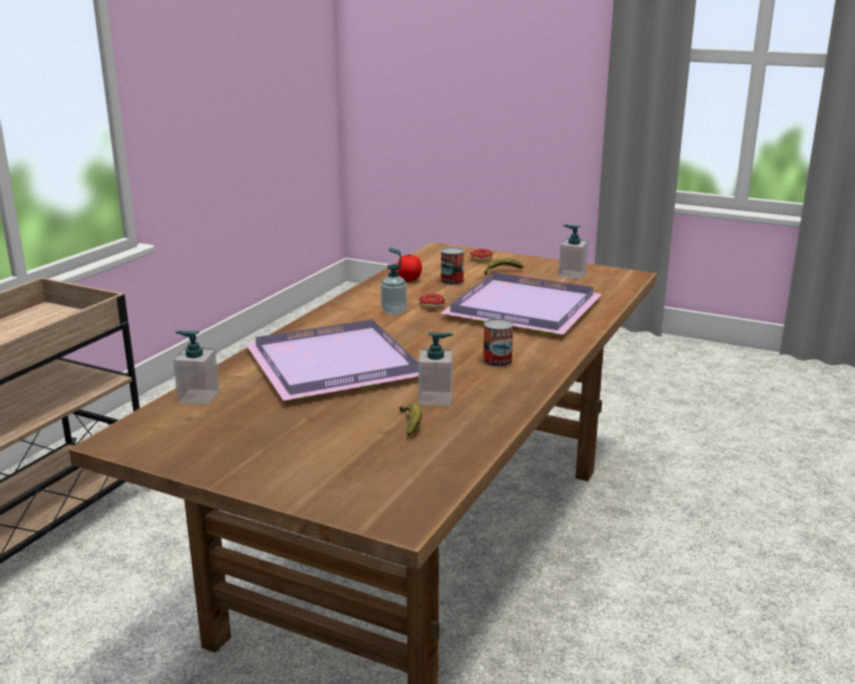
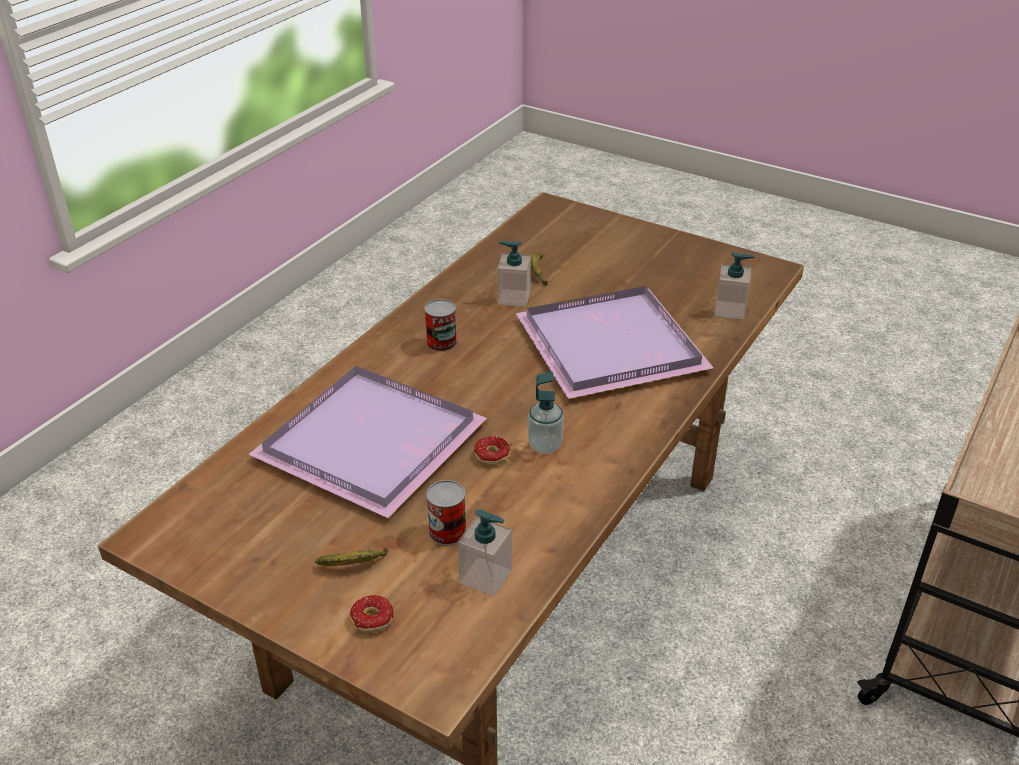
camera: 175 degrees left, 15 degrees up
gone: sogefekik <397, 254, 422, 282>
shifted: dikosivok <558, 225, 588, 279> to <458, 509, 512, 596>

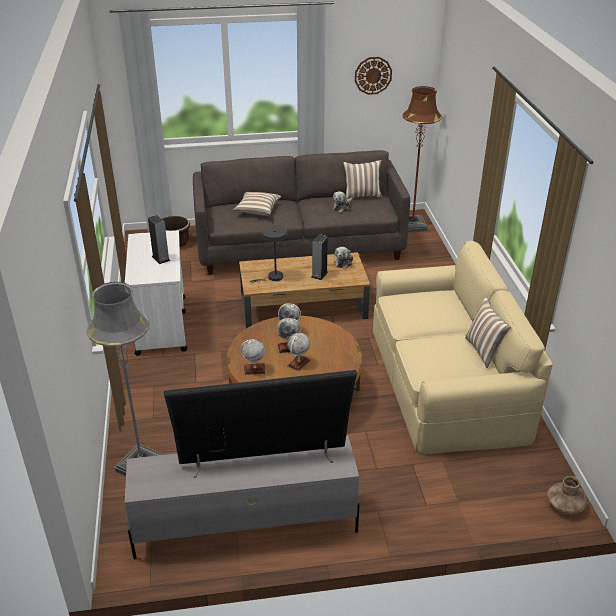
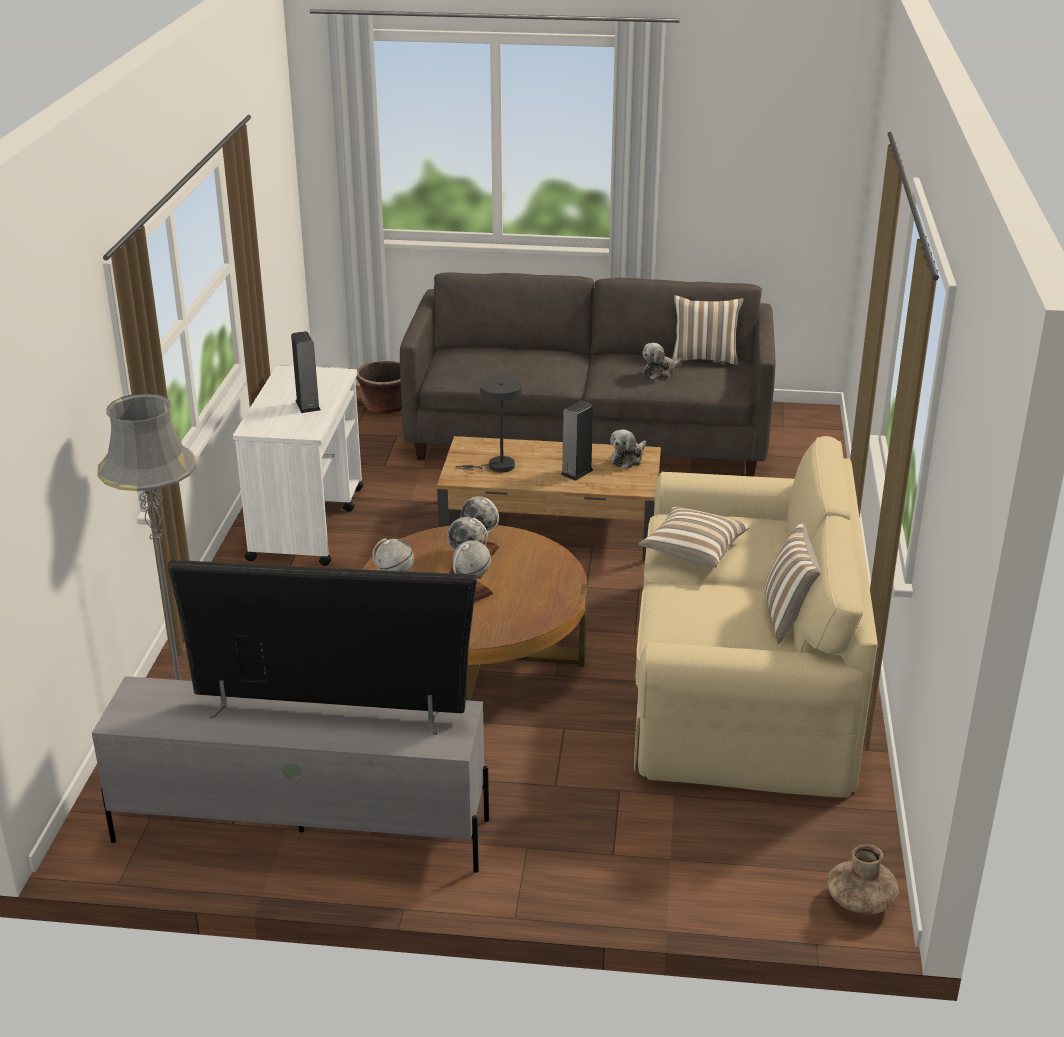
camera: 15 degrees right, 5 degrees down
gone: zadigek <355, 57, 392, 95>; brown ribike <403, 86, 442, 233>
shifted: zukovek <233, 192, 281, 216> to <639, 507, 749, 567>

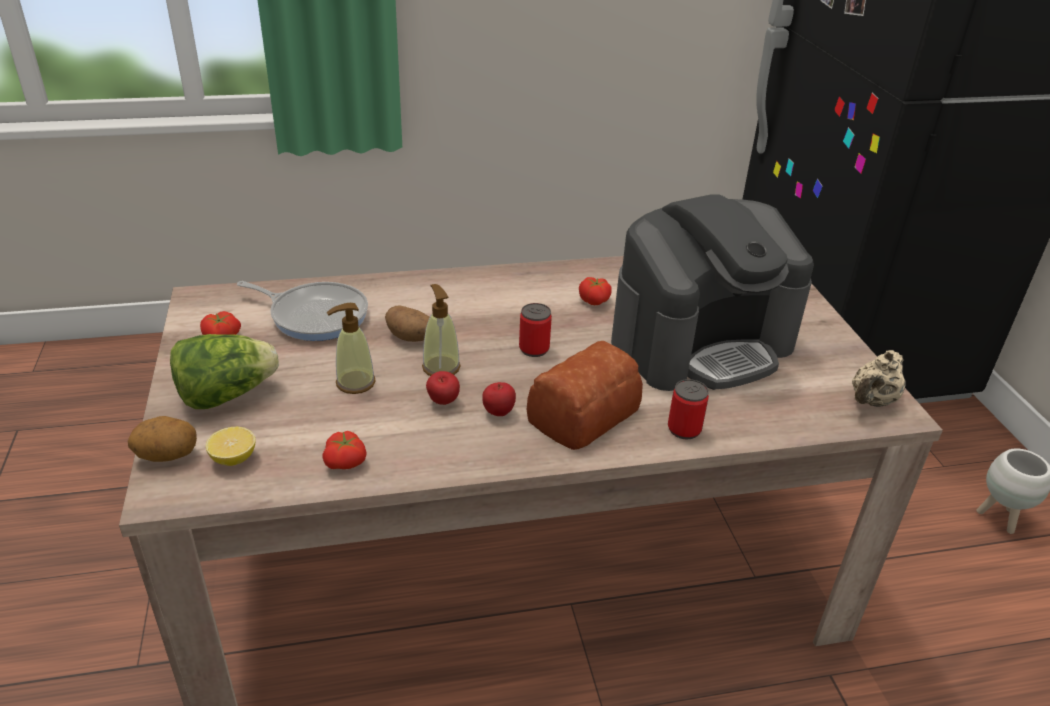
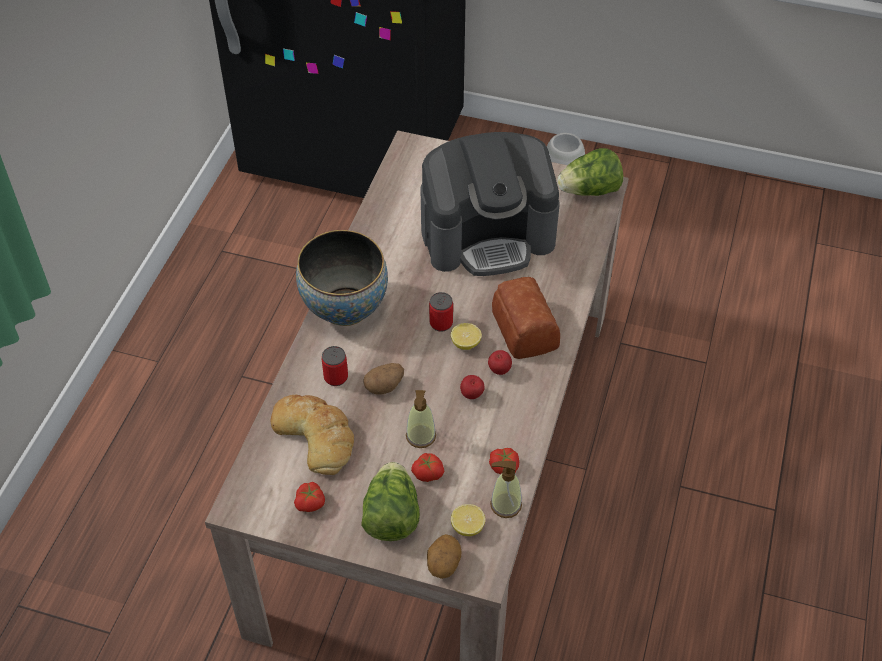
camera: 60 degrees left, 15 degrees up
new: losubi <296, 230, 388, 326>; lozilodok <451, 323, 482, 350>
shifted: sogefekik <579, 277, 612, 305> to <411, 453, 444, 482>; dikosivok <422, 284, 460, 376> to <490, 461, 522, 518>; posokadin <668, 379, 709, 439> to <322, 346, 348, 386>
swapped: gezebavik <237, 281, 368, 341> to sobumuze <271, 395, 354, 475>; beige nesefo <852, 350, 905, 407> to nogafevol <557, 148, 623, 196>
rotated: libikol <611, 195, 814, 391> = <420, 132, 560, 276> 75 degrees clockwise

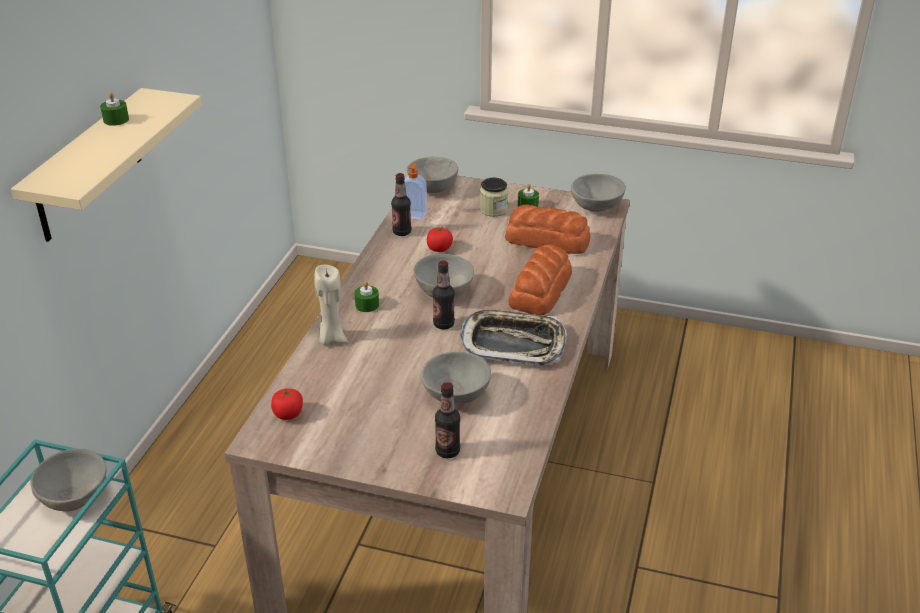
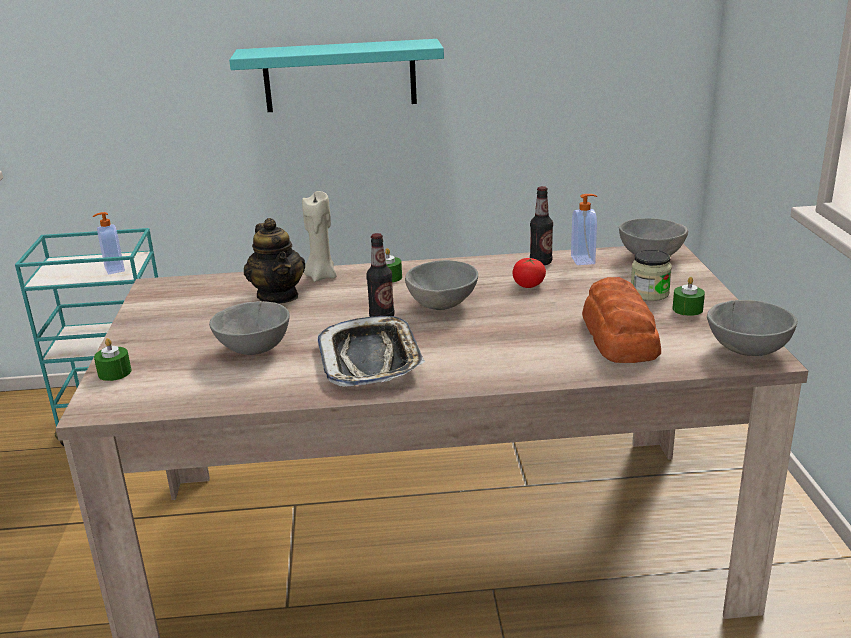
camera: 70 degrees right, 10 degrees down
gone: sobumuze <508, 245, 572, 315>; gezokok <435, 382, 460, 458>; sogefekik <271, 388, 303, 420>
new: nesefo <244, 218, 305, 303>
shifted: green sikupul <100, 92, 129, 126> to <94, 338, 132, 381>
swapped: grey losubi <30, 449, 106, 511> to dikosivok <93, 212, 125, 275>
repainted: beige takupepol <11, 88, 202, 242> to turquoise takupepol <229, 39, 444, 112>

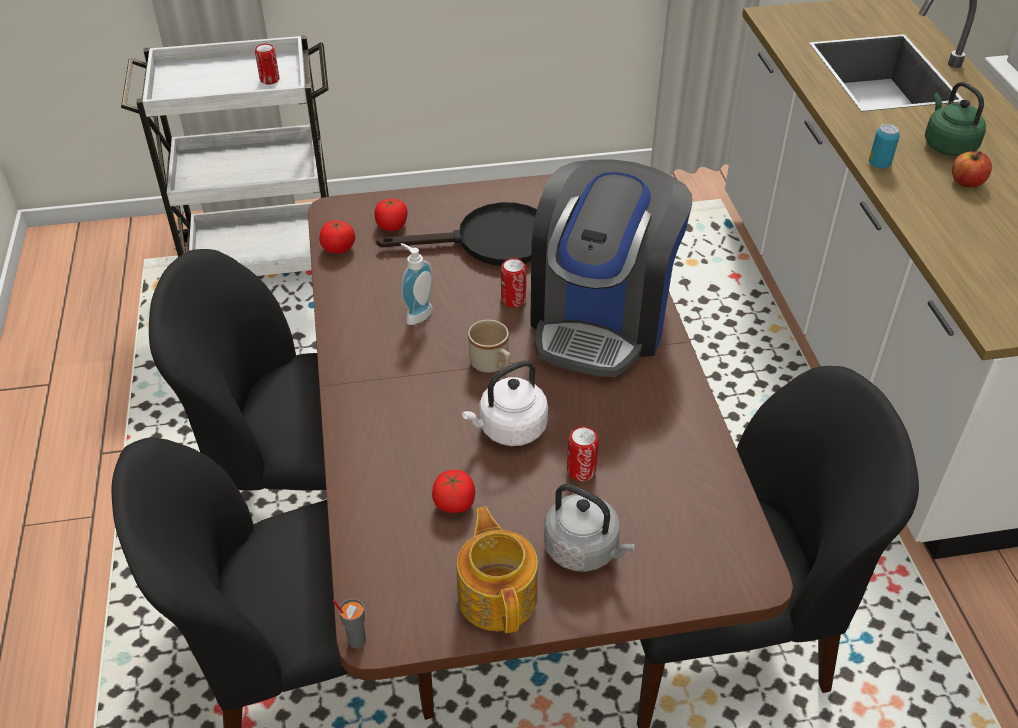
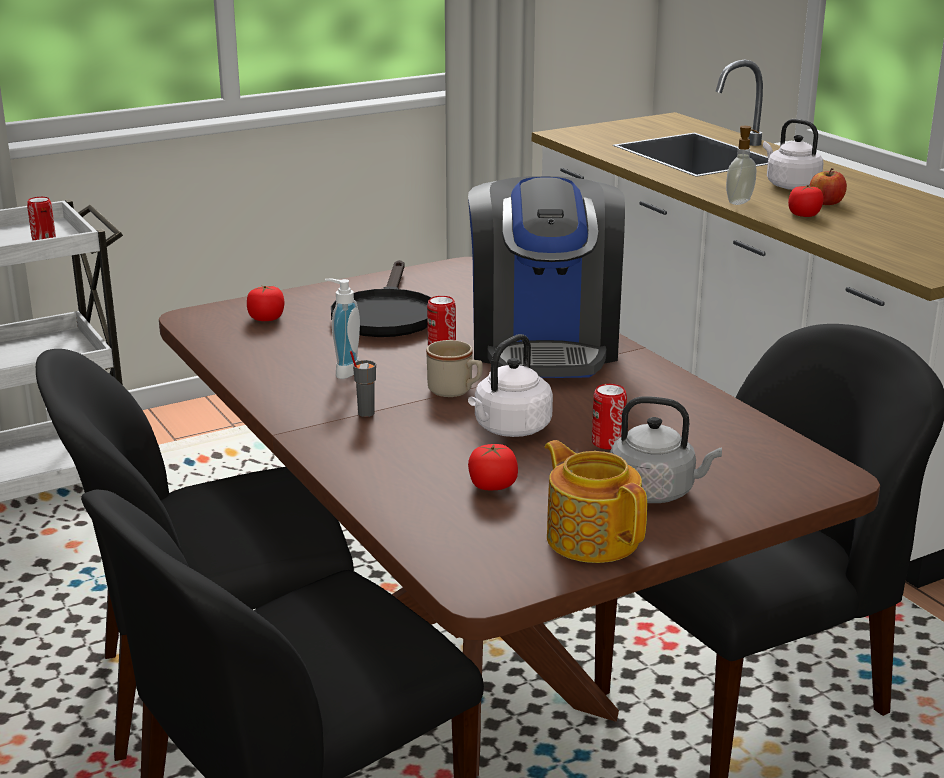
camera: 20 degrees left, 20 degrees down
shifted: sogefekik <319, 220, 355, 254> to <788, 185, 824, 217>; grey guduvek <333, 599, 366, 649> to <350, 351, 376, 417>
swapped: posokadin <869, 124, 900, 168> to dikosivok <726, 126, 759, 205>
repainted: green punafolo <925, 82, 986, 156> to white punafolo <763, 119, 824, 190>
rotated: black gezebavik <376, 202, 537, 266> = <331, 260, 431, 337> 120 degrees clockwise

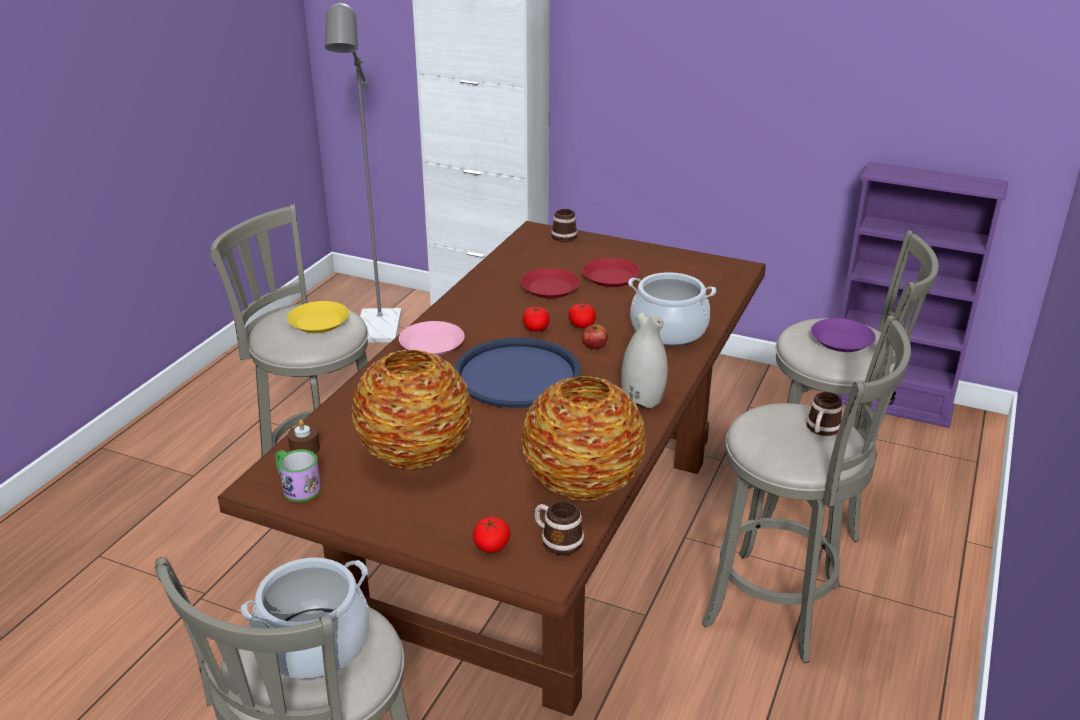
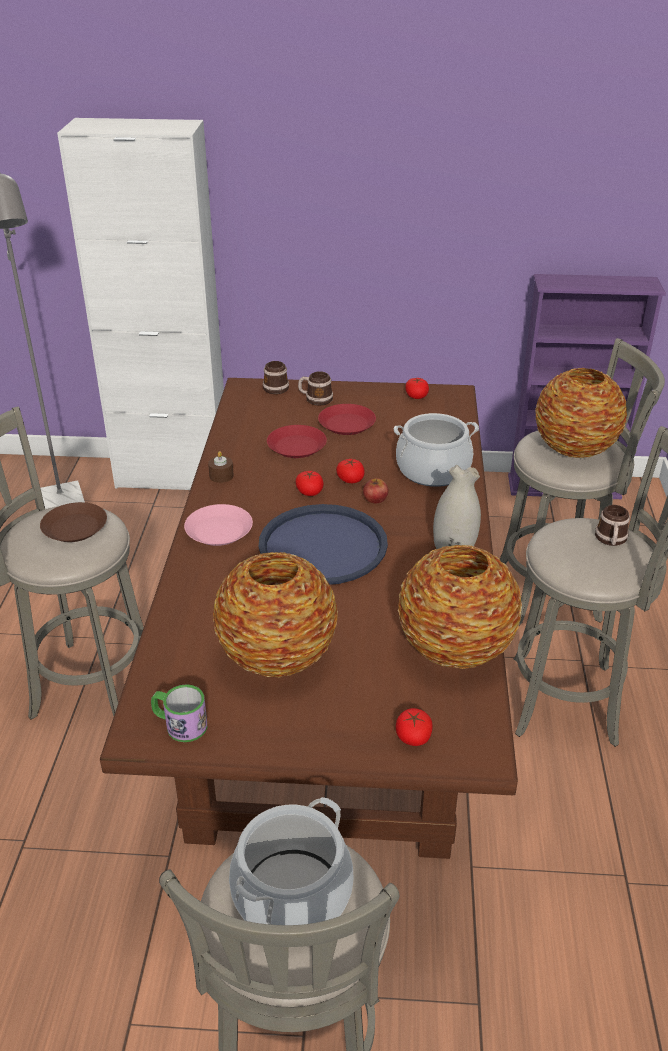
camera: 20 degrees left, 5 degrees up
new: sogefekik <405, 378, 429, 399>
shifted: brown sikupul <288, 420, 320, 454> to <208, 451, 234, 483>; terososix <535, 501, 584, 555> to <298, 371, 333, 406>
swapped: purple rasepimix <811, 318, 876, 352> to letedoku <535, 368, 627, 458>
repainted: yellow rasepimix <287, 301, 349, 333> to brown rasepimix <40, 502, 107, 542>

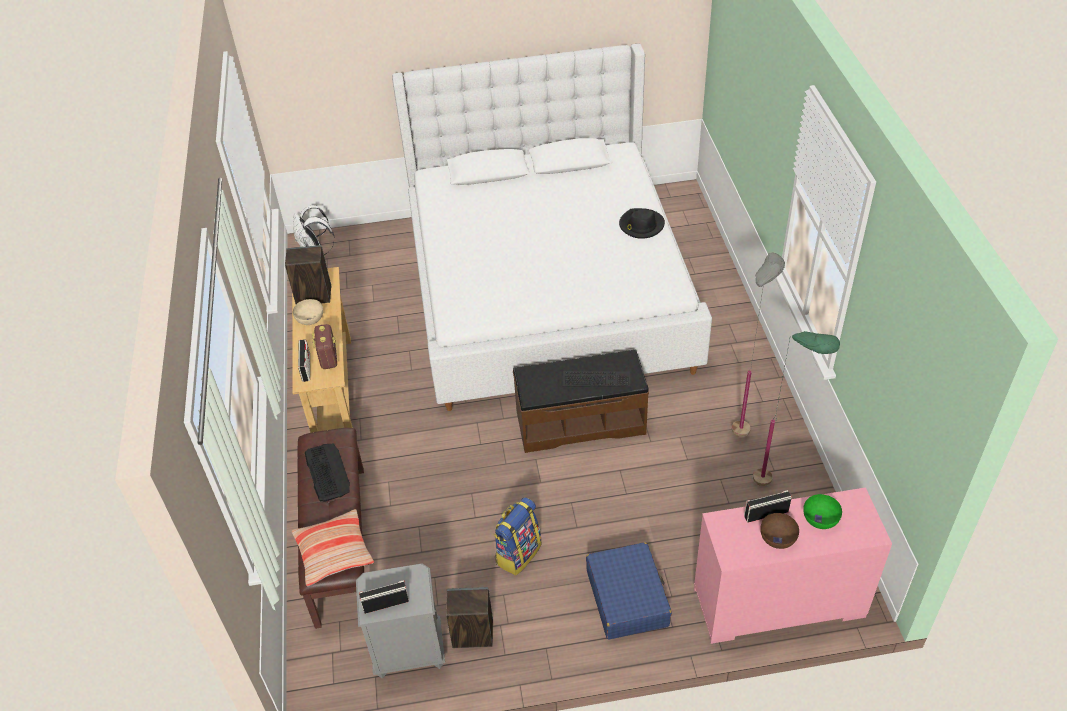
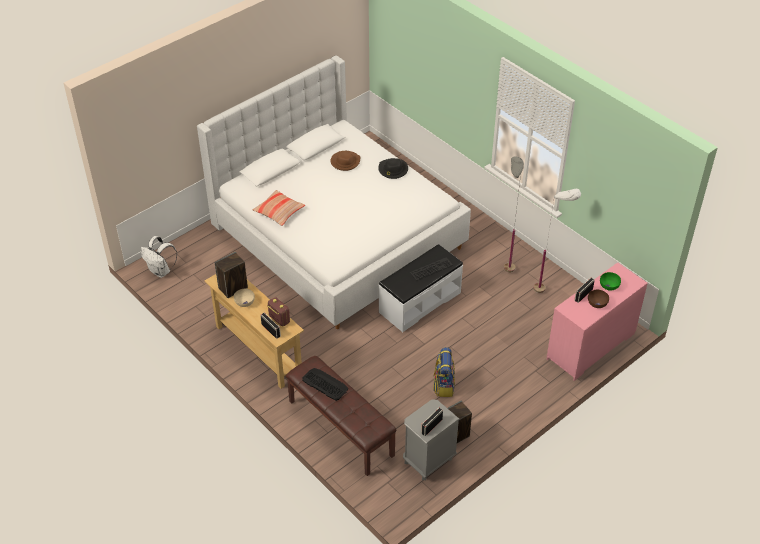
camera: 35 degrees left, 0 degrees up
gone: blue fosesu <586, 542, 672, 640>
new: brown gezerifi <330, 151, 360, 171>
shifted: zukovek <292, 509, 374, 586> to <253, 190, 305, 226>
repainted: green ribike <753, 331, 840, 486> to white ribike <533, 189, 581, 293>; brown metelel <513, 350, 649, 453> to white metelel <379, 244, 463, 332>

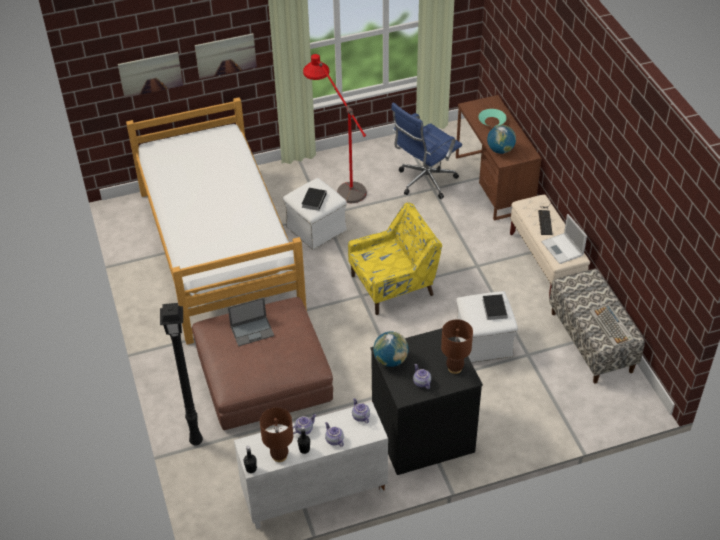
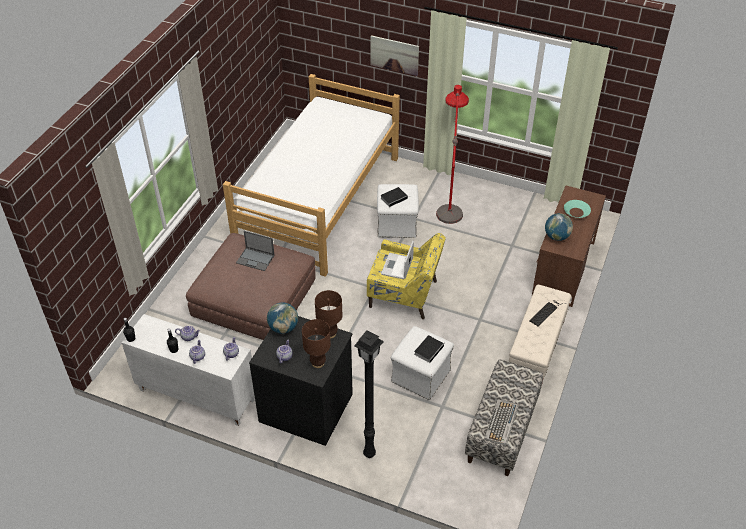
camera: 40 degrees right, 0 degrees up
gone: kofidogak <118, 52, 183, 98>; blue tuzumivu <391, 102, 462, 199>
shifted: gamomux <541, 214, 587, 264> to <381, 241, 414, 279>; black ribike <160, 303, 203, 446> to <354, 330, 384, 458>; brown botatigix <260, 408, 293, 462> to <315, 290, 343, 339>

